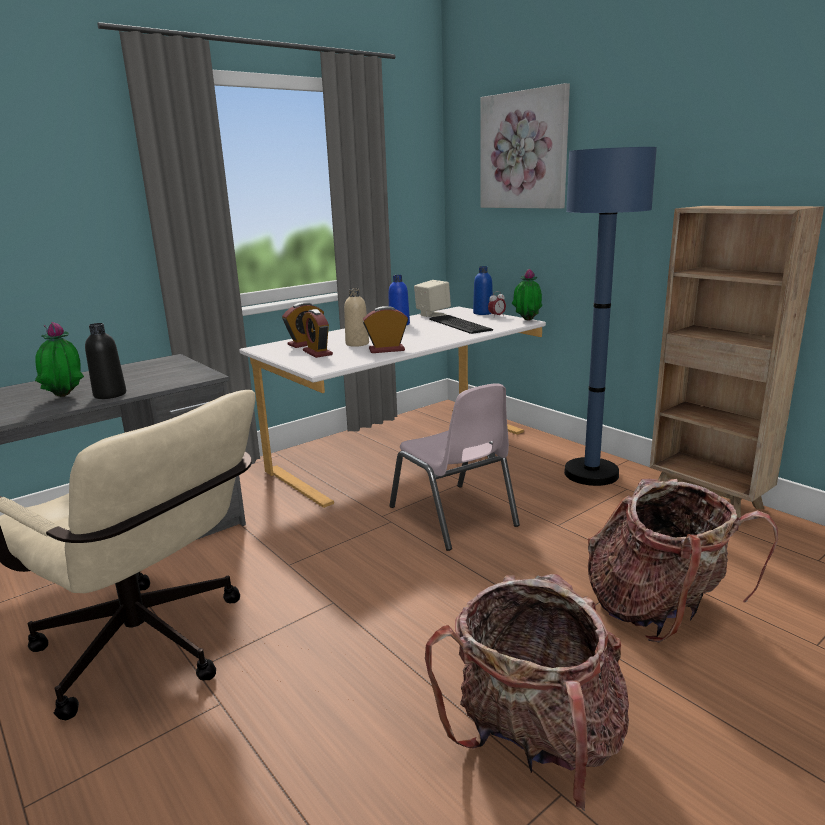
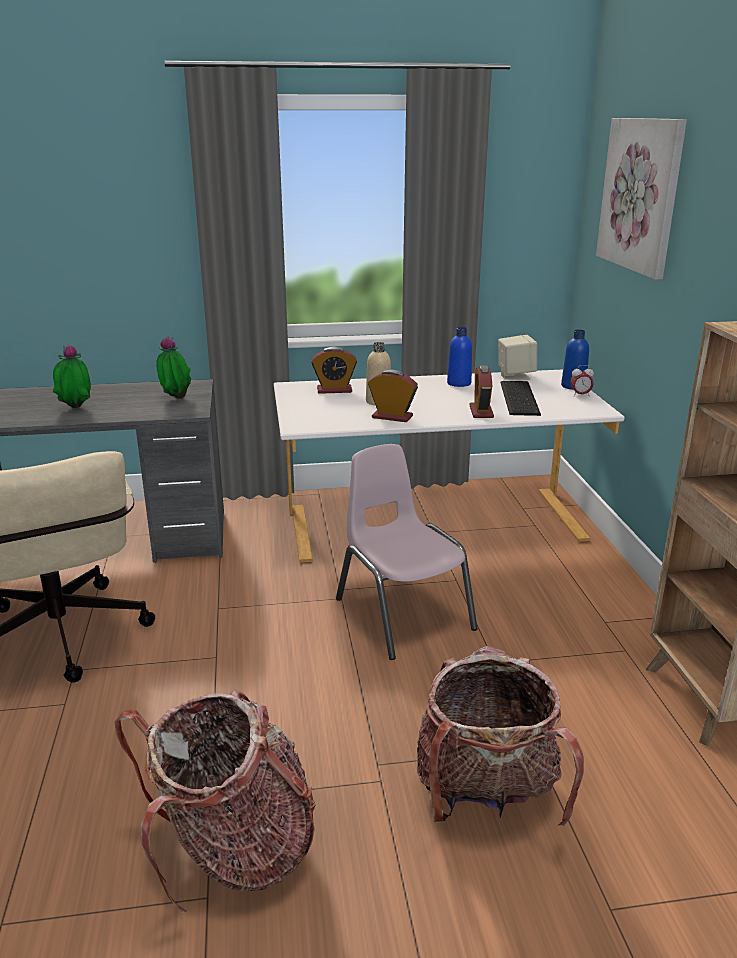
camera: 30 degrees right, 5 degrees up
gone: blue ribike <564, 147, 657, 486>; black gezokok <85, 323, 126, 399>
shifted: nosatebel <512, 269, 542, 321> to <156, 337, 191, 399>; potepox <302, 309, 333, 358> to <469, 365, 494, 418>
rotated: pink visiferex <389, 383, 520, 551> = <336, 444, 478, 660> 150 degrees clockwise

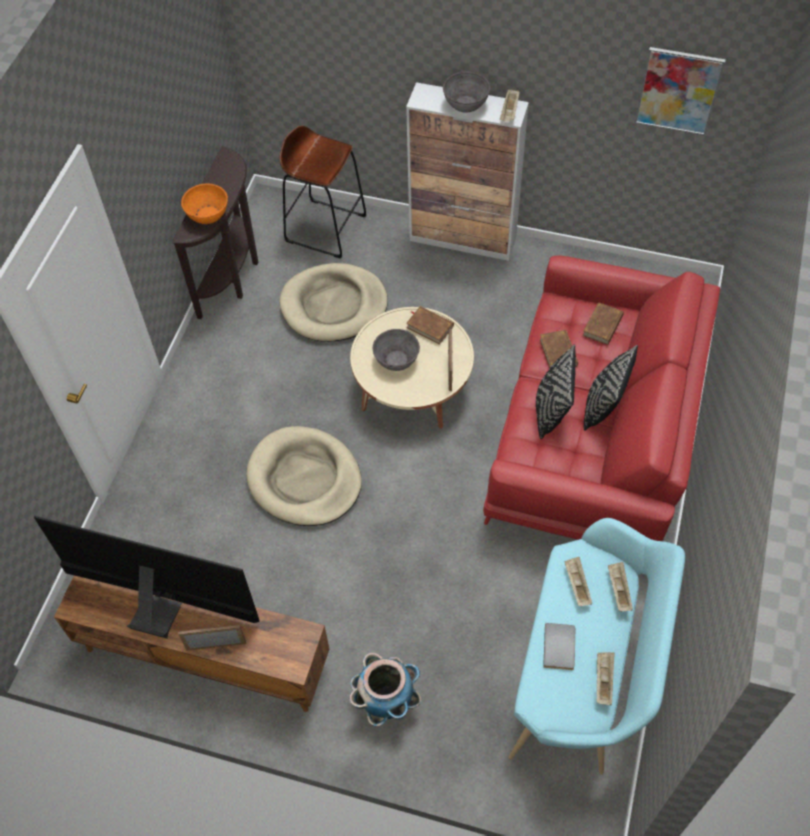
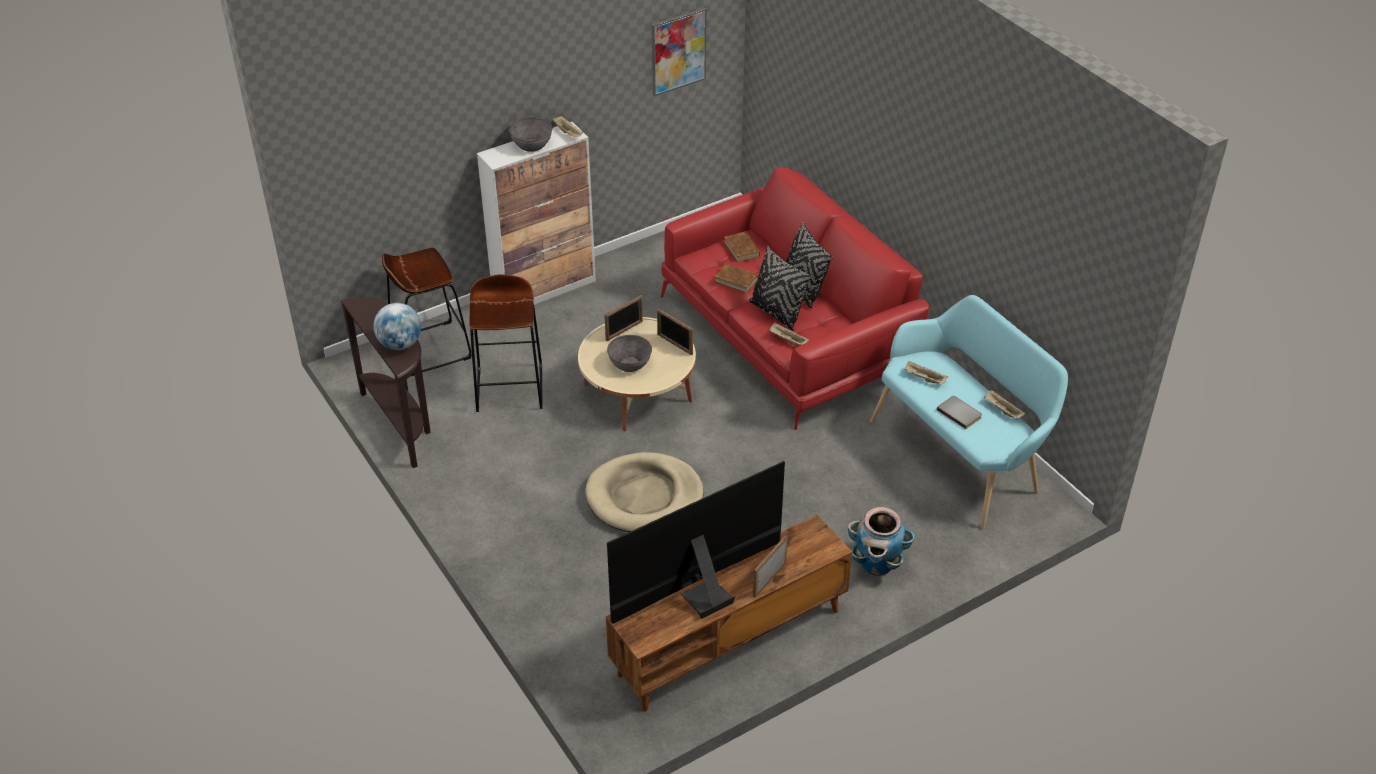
camera: 50 degrees left, 15 degrees down
shifted: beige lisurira <608, 562, 633, 611> to <769, 323, 809, 345>
swapped: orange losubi <181, 184, 228, 224> to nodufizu <373, 303, 421, 350>; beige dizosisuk <279, 263, 388, 342> to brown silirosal <469, 274, 543, 412>; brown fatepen <406, 306, 454, 344> to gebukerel <604, 295, 643, 341>

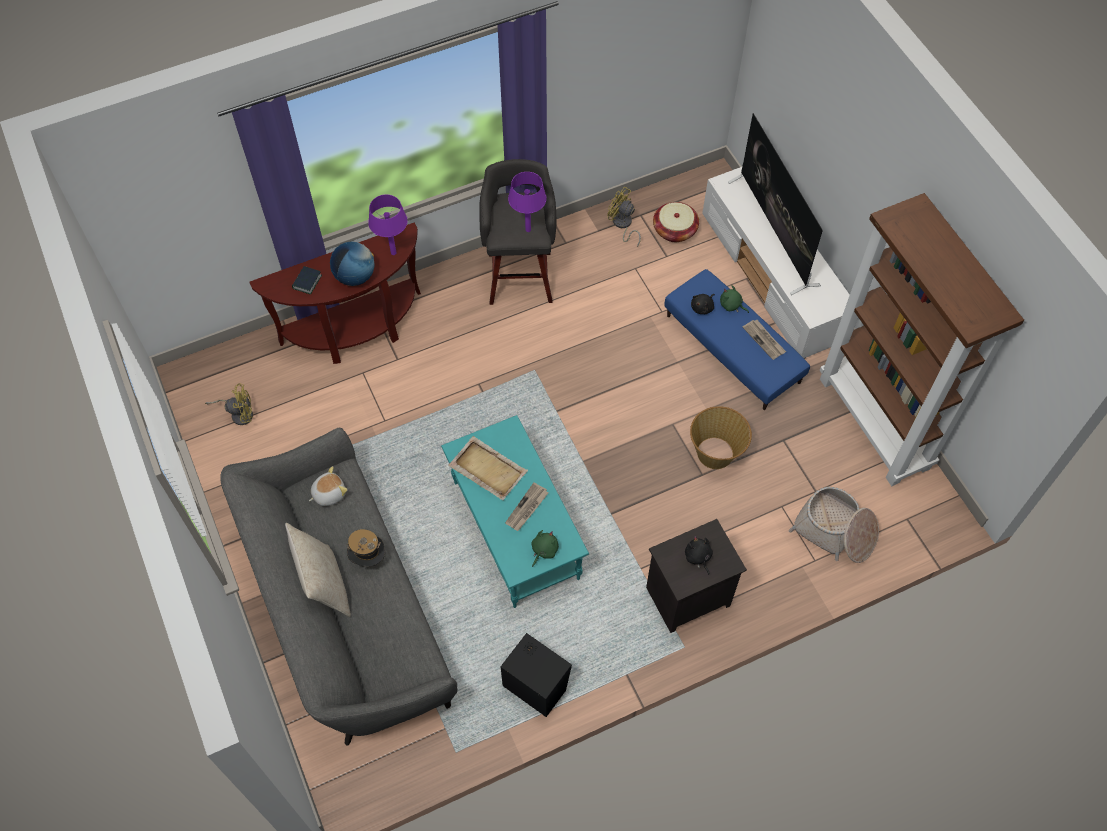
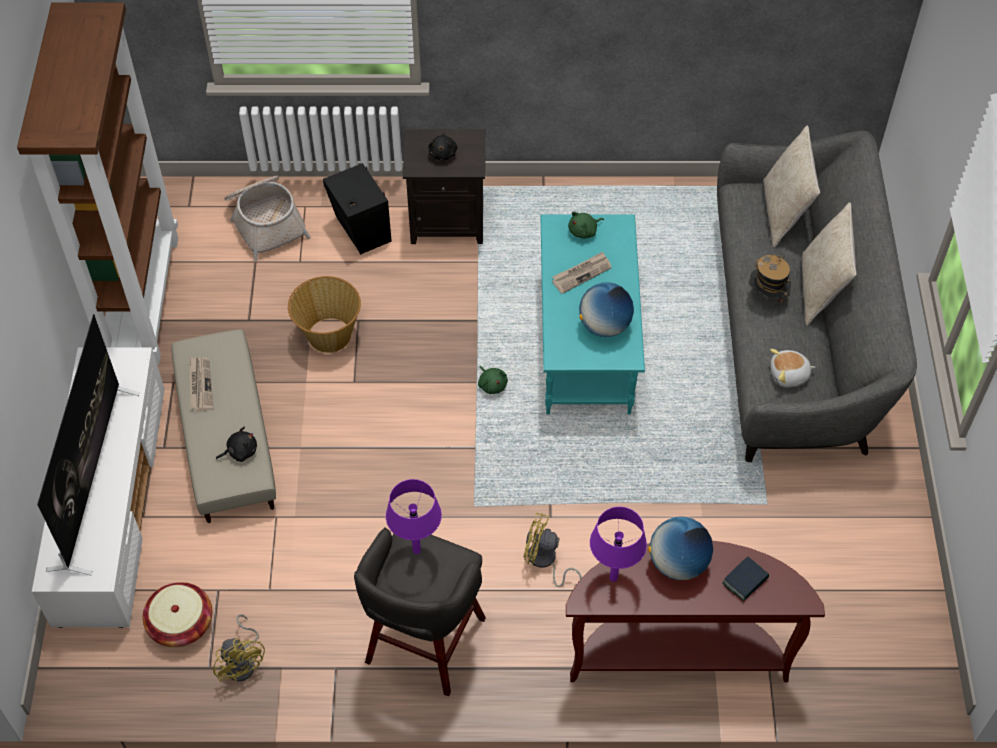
camera: 155 degrees left, 5 degrees down
new: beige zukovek <763, 126, 820, 248>
shifted: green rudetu <720, 285, 749, 313> to <478, 366, 508, 394>; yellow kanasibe <205, 384, 253, 425> to <524, 513, 582, 587>; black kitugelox <501, 633, 572, 717> to <323, 163, 392, 254>
swapped: beige lisurira <448, 436, 528, 500> to nodufizu <579, 282, 634, 337>
repainted: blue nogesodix <664, 269, 810, 410> to beige nogesodix <171, 330, 276, 523>

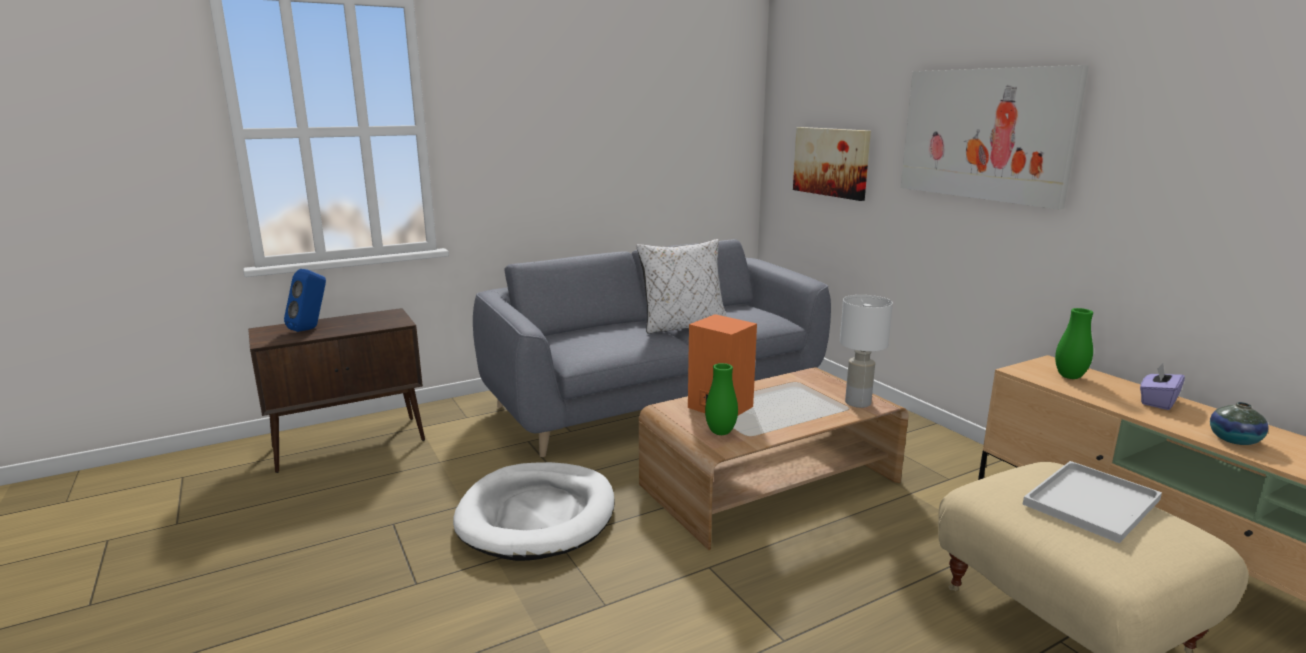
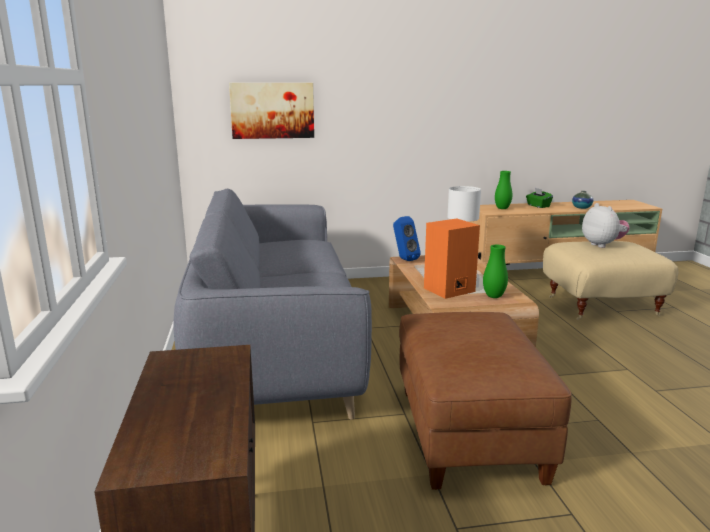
camera: 70 degrees left, 0 degrees up
gone: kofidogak <901, 65, 1089, 209>; white zukovek <637, 239, 727, 334>
shifted: blue kitugelox <284, 269, 326, 332> to <393, 216, 421, 261>
swapped: white lisurira <1023, 461, 1162, 543> to rudetu <582, 203, 630, 248>; white dizosisuk <453, 462, 615, 561> to brown nogesodix <399, 312, 572, 490>
repainted: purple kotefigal <1140, 363, 1185, 410> to green kotefigal <526, 188, 553, 208>

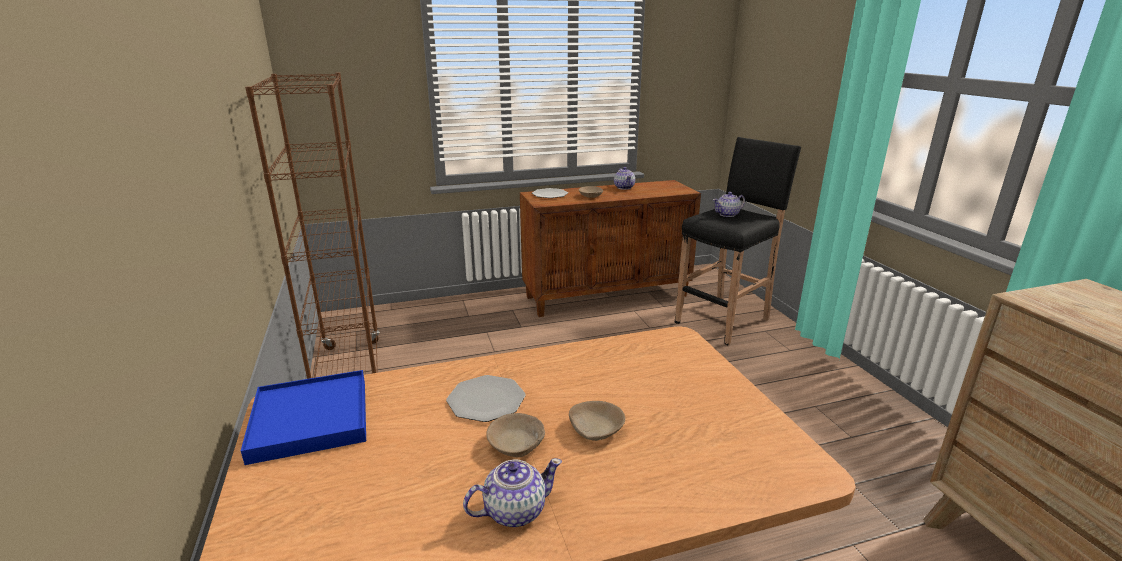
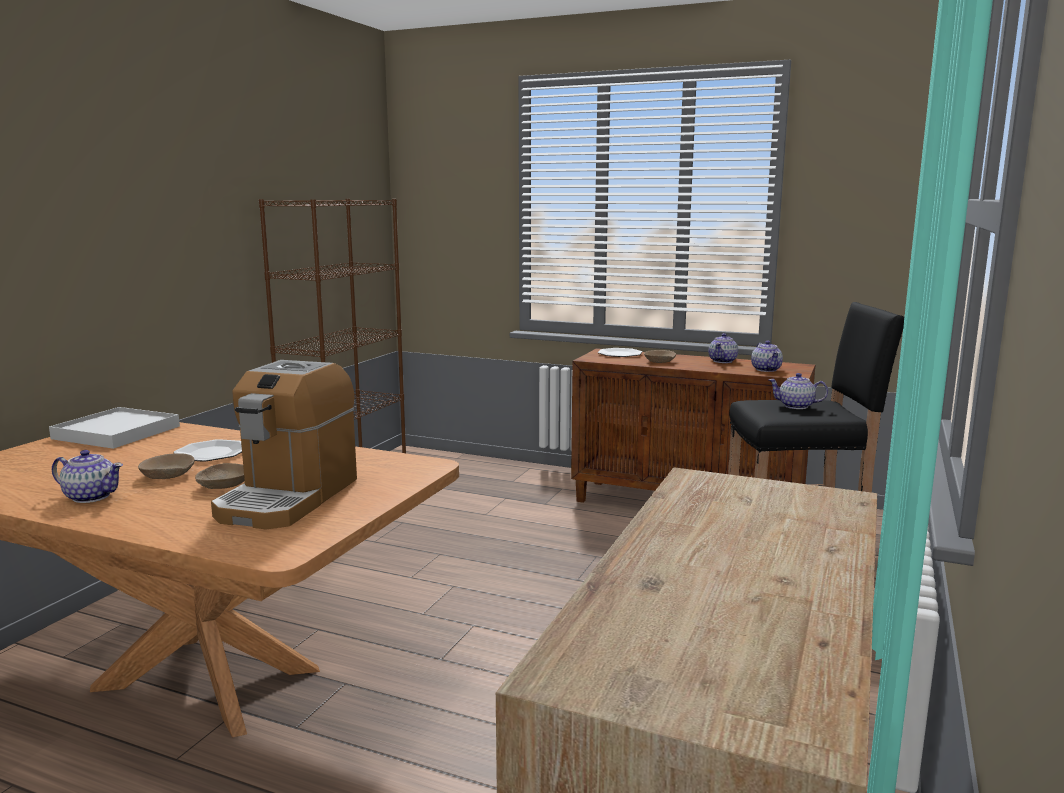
camera: 40 degrees right, 10 degrees down
new: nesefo <751, 341, 783, 372>; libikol <211, 360, 357, 530>
repainted: blue lisurira <241, 370, 366, 465> to white lisurira <49, 407, 180, 449>

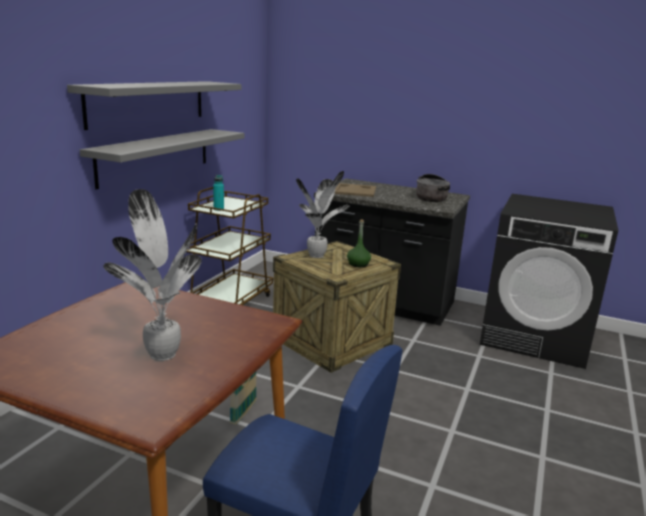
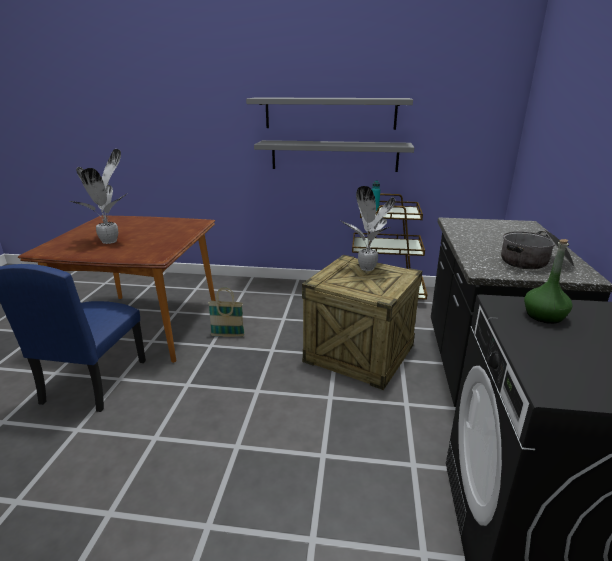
camera: 75 degrees right, 5 degrees up
gone: beige lisurira <335, 183, 376, 197>
shifted: green gezokok <347, 219, 371, 267> to <524, 239, 573, 324>

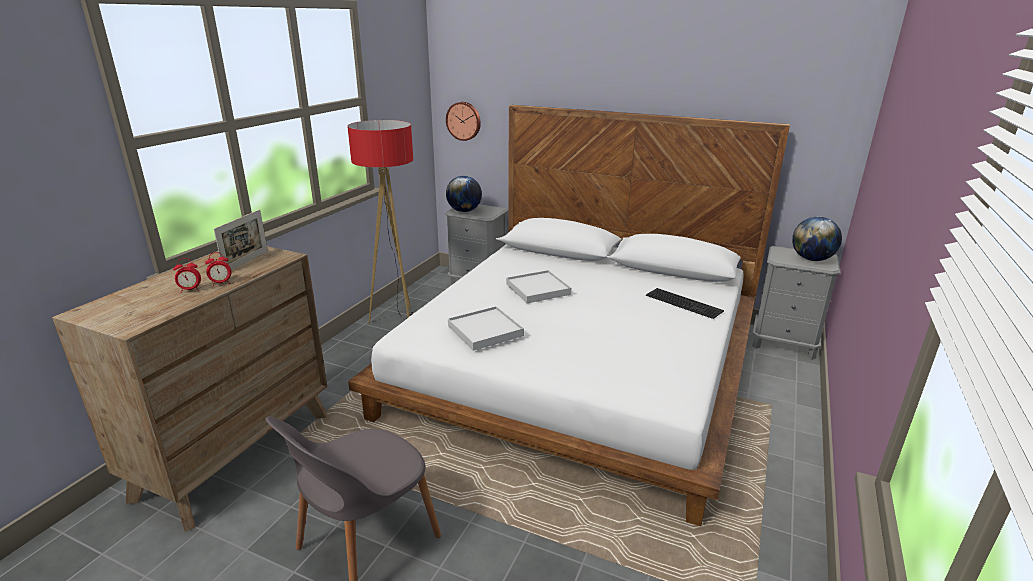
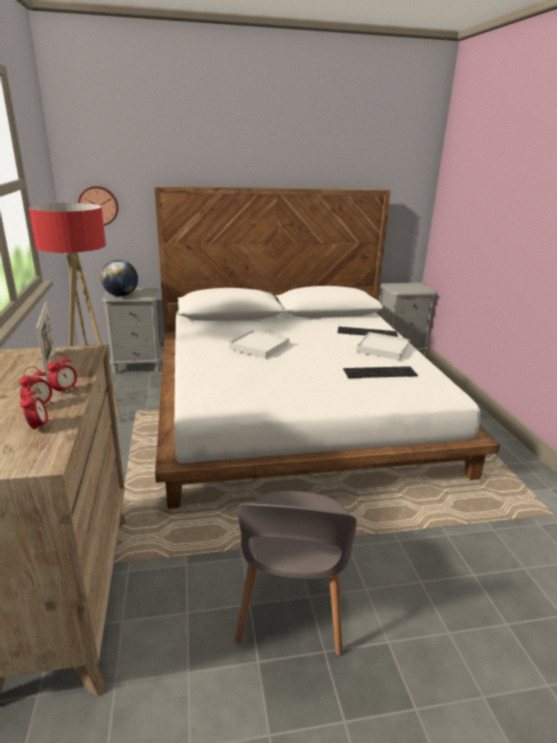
camera: 35 degrees left, 0 degrees up
gone: nodufizu <792, 217, 842, 261>
new: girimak <343, 366, 418, 378>; potepox <20, 386, 48, 432>
shifted: white lisurira <448, 306, 524, 351> to <357, 332, 410, 360>

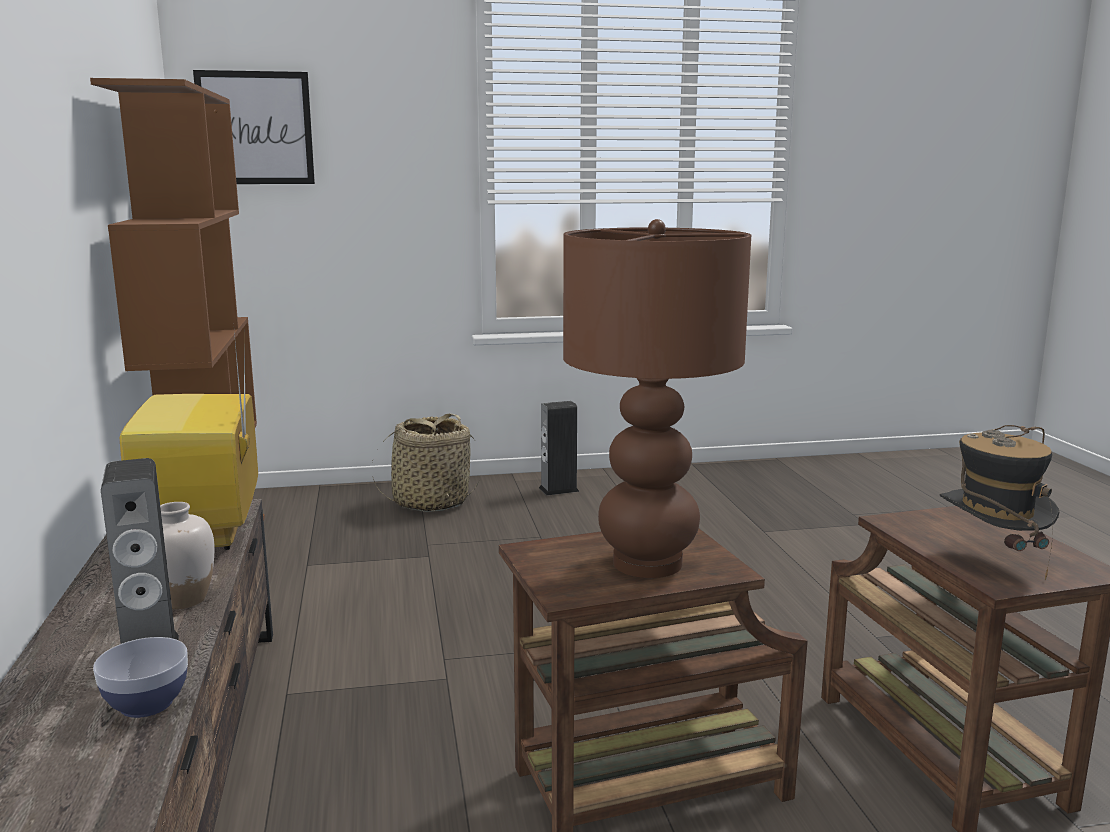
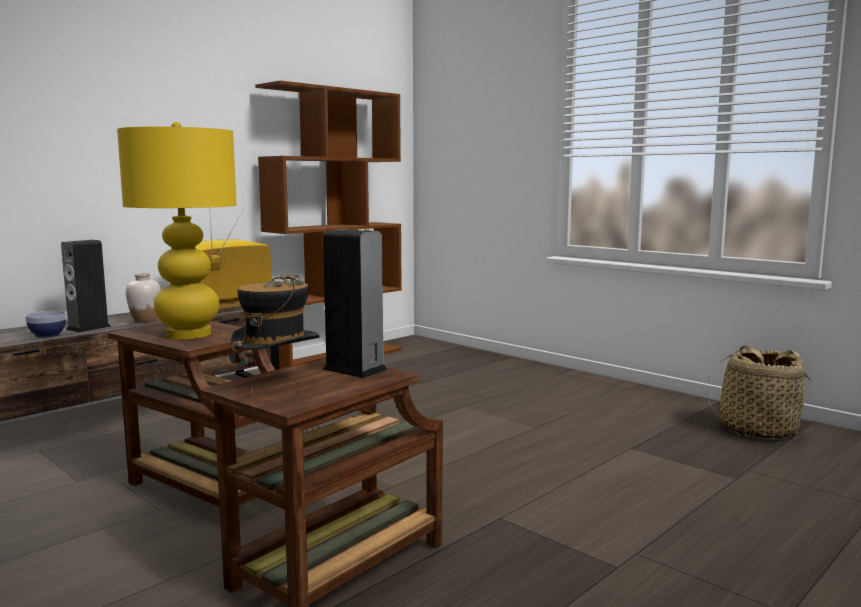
camera: 55 degrees right, 5 degrees down
gone: kofidogak <193, 70, 315, 184>
shifted: kitugelox <539, 401, 579, 496> to <322, 229, 388, 378>; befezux <372, 413, 479, 512> to <706, 345, 811, 440>
repainted: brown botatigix <563, 219, 751, 578> to yellow botatigix <117, 122, 237, 339>

